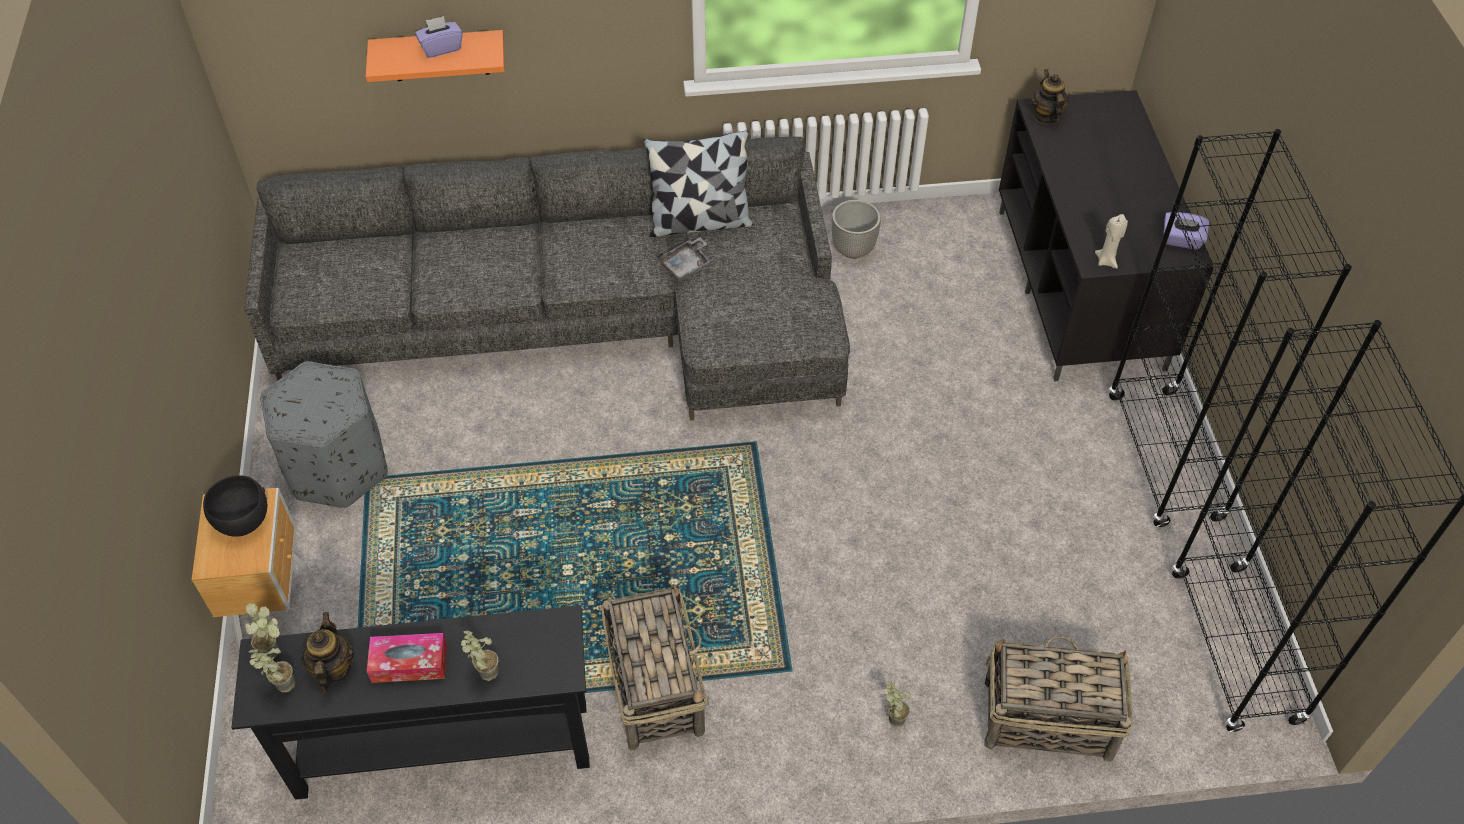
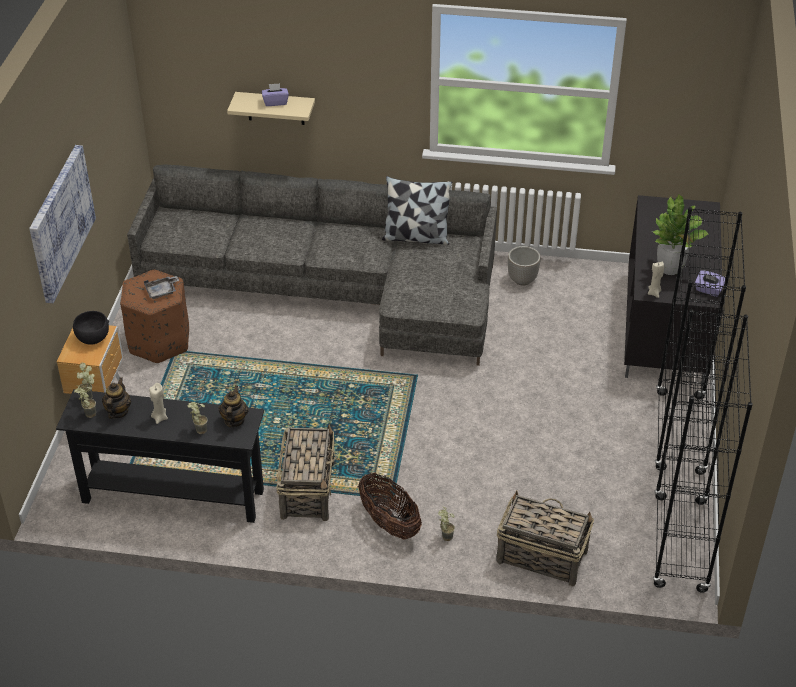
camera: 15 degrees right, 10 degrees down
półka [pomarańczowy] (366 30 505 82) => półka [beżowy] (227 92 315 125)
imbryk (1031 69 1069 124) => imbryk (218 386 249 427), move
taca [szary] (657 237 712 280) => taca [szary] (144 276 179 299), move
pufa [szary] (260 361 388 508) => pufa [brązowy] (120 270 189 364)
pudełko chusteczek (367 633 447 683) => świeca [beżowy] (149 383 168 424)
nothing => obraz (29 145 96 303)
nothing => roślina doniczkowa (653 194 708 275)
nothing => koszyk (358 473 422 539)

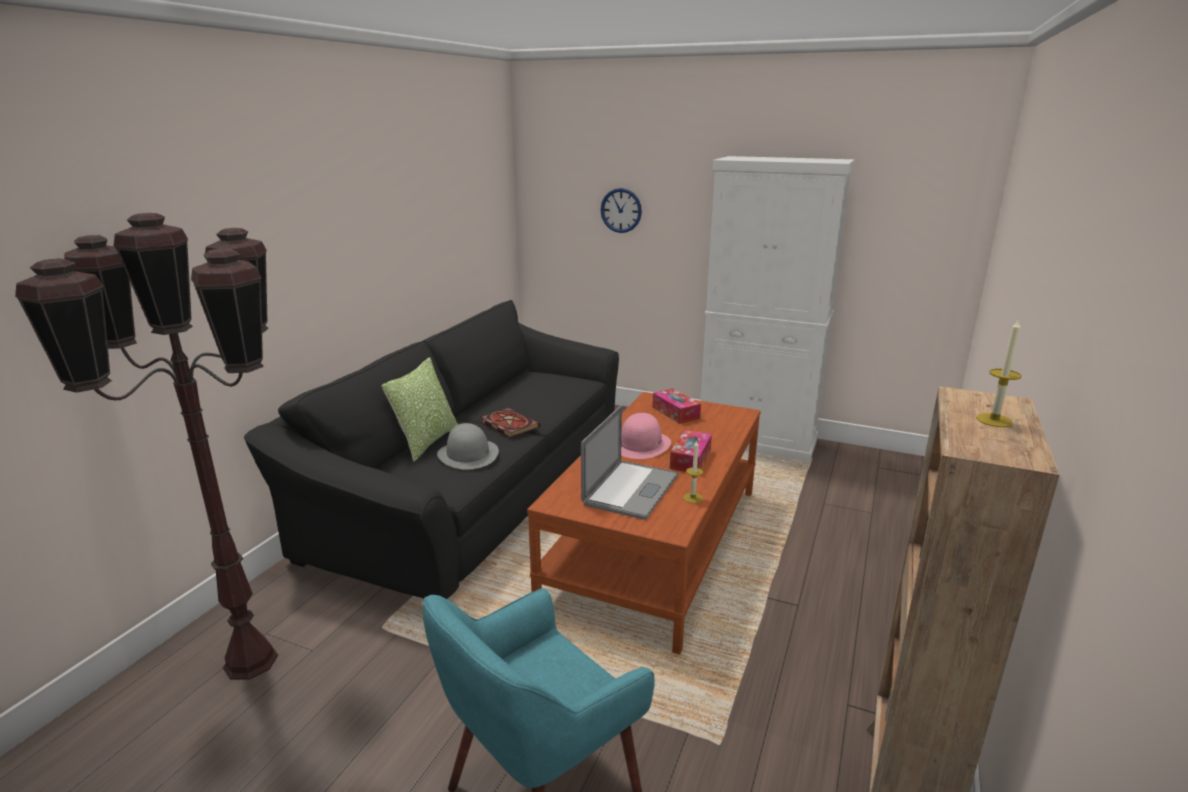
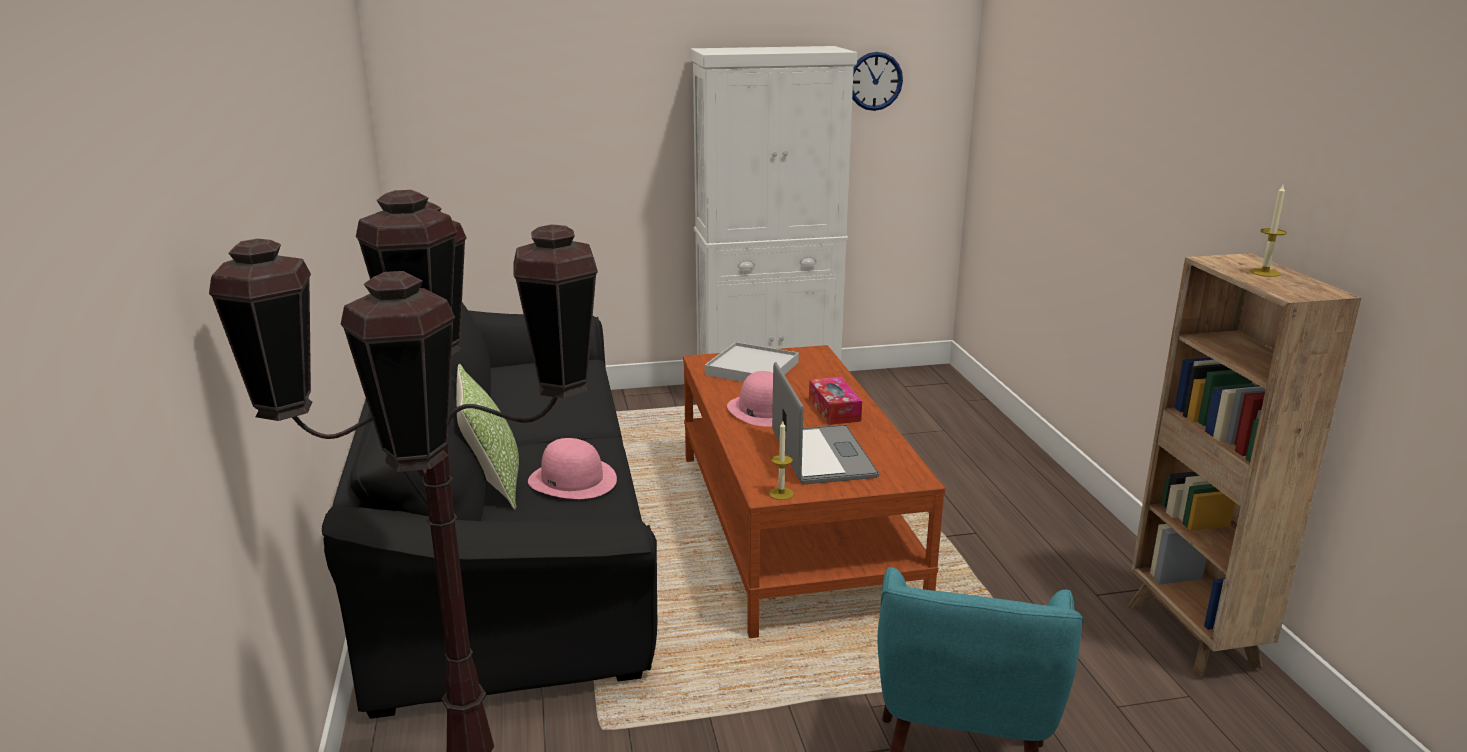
camera: 35 degrees left, 0 degrees up
zegar ścienny (601 188 642 233) => zegar ścienny (852 52 903 111), move
pudełko chusteczek (652 388 701 424) => taca [biały] (705 342 799 382)
książka (481 408 541 438) => nothing
kapelusz [szary] (437 423 499 470) => kapelusz [różowy] (528 438 617 499)
świeca (683 440 703 503) => świeca (769 421 794 500), move

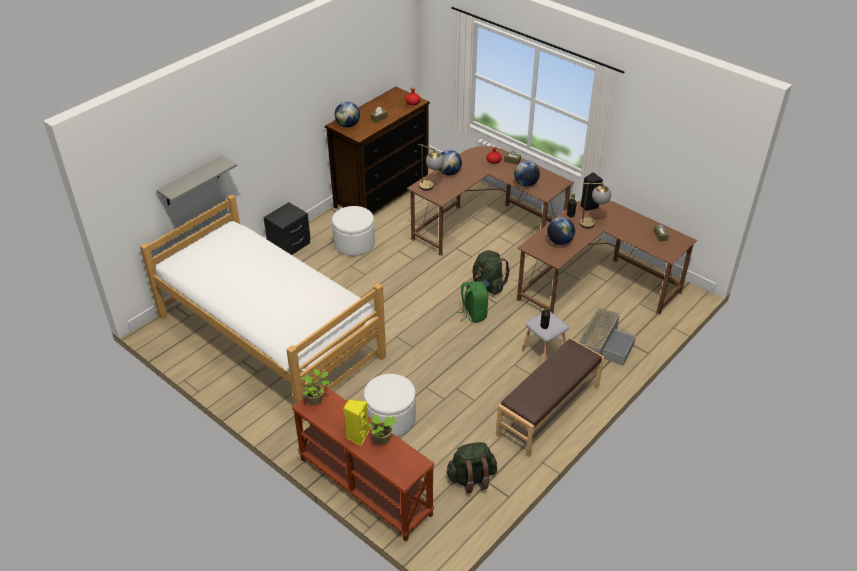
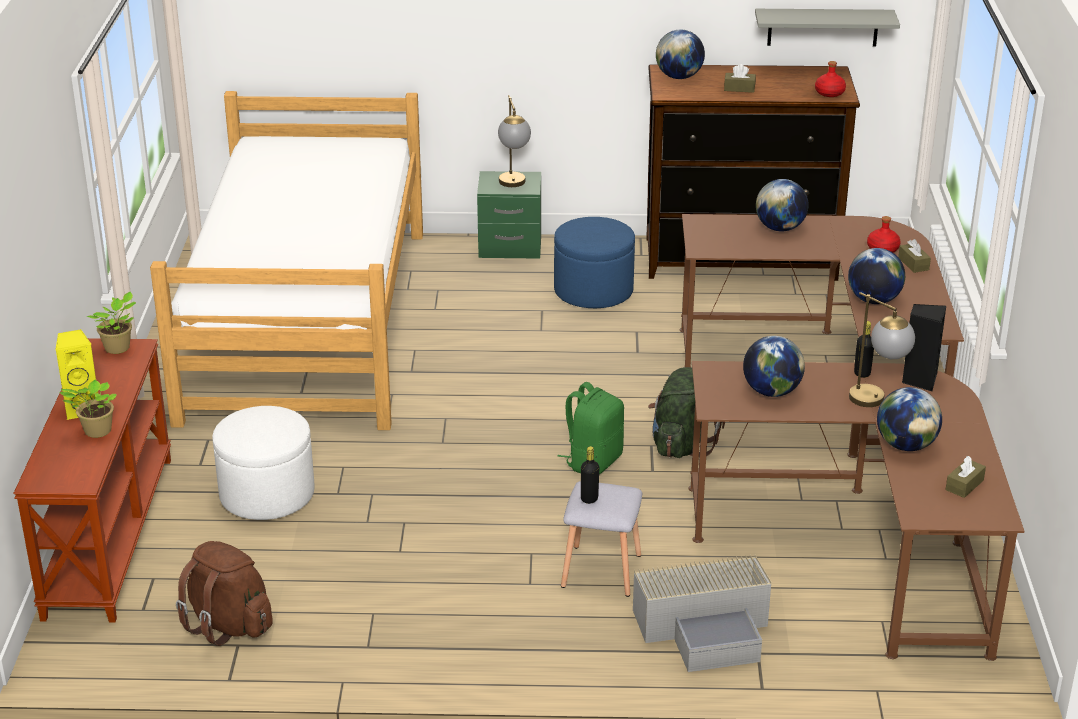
camera: 50 degrees right, 10 degrees down
lampa stołowa (418 144 444 191) => lampa stołowa (498 95 531 187), move
półka [szary] (157 156 237 205) => półka [szary] (755 9 900 47), move
szafka nocna [czarny] (264 202 311 255) => szafka nocna [zielony] (477 171 541 259)
pufa [biały] (332 206 375 256) => pufa [niebieski] (554 217 635 308)
ławka [brązowy] (496 338 604 457) => nothing
plecak [zielony] (446 442 497 493) => plecak [brązowy] (176 541 273 646)
nothing => globus (877 387 942 451)

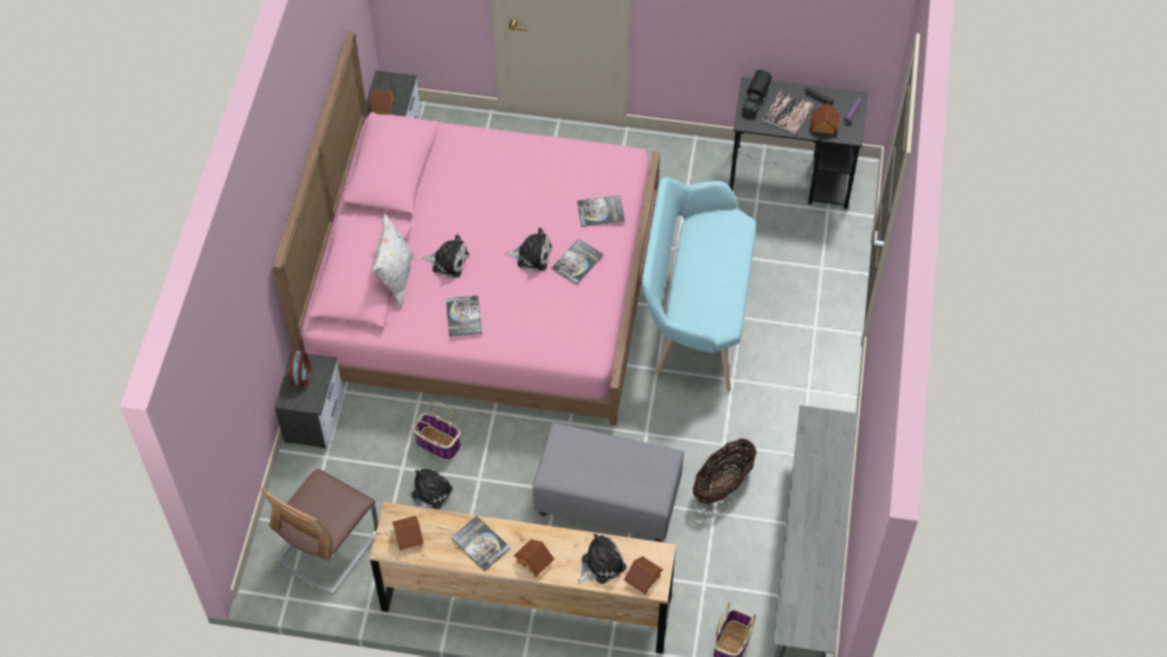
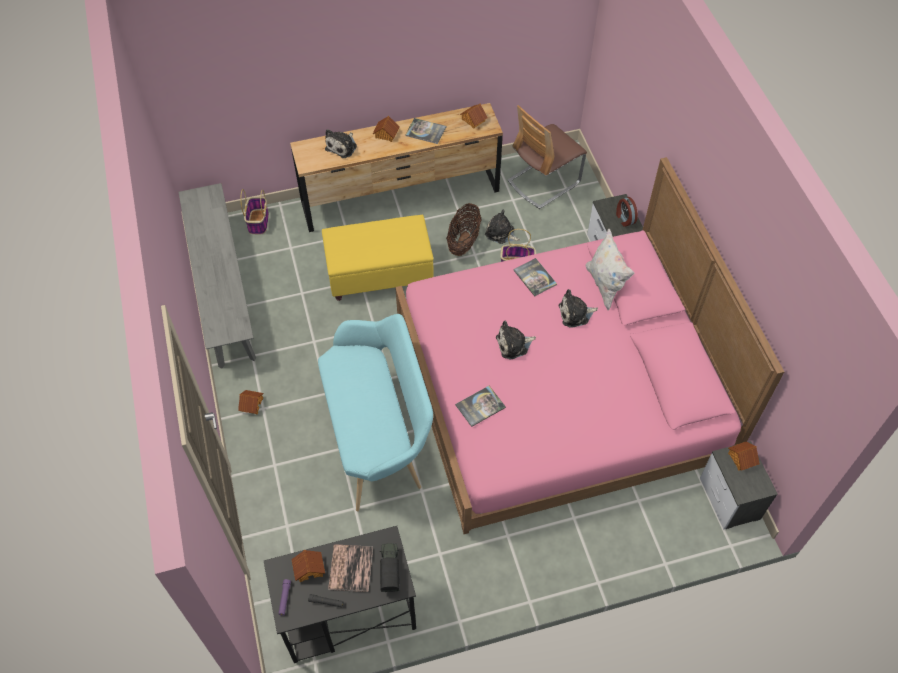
camera: 155 degrees right, 0 degrees up
książka (551 239 604 285) => nothing
pufa [szary] (532 422 684 542) => pufa [żółty] (322 215 434 301)
koszyk (693 439 756 504) => koszyk (446 203 482 256), move
pluszak (412 468 453 510) => pluszak (485 210 520 244), 120 degrees clockwise
krzesło (260 469 378 594) => krzesło (508 105 587 209), 135 degrees counterclockwise
domek (624 556 663 595) => domek (238 390 263 414), move

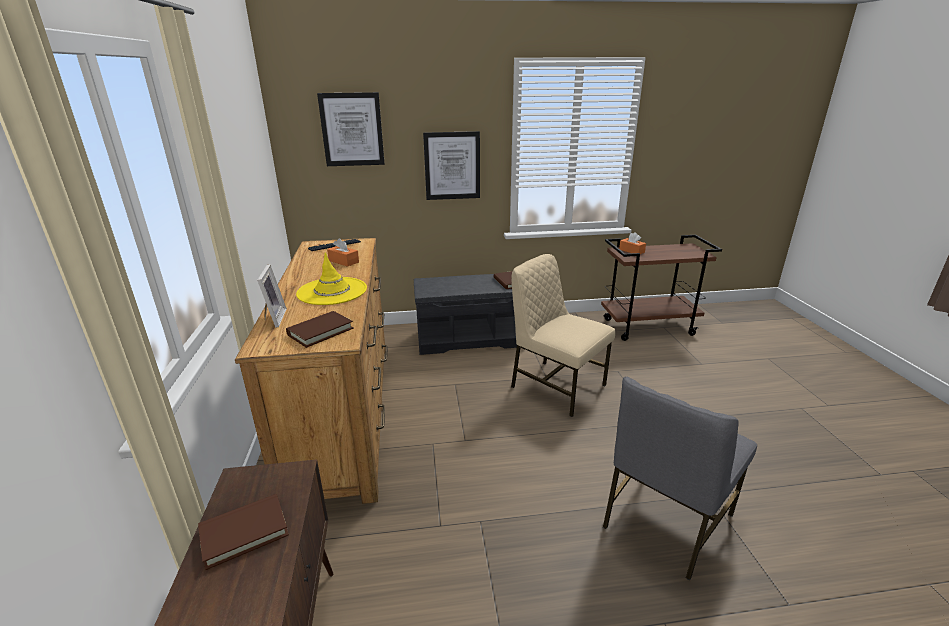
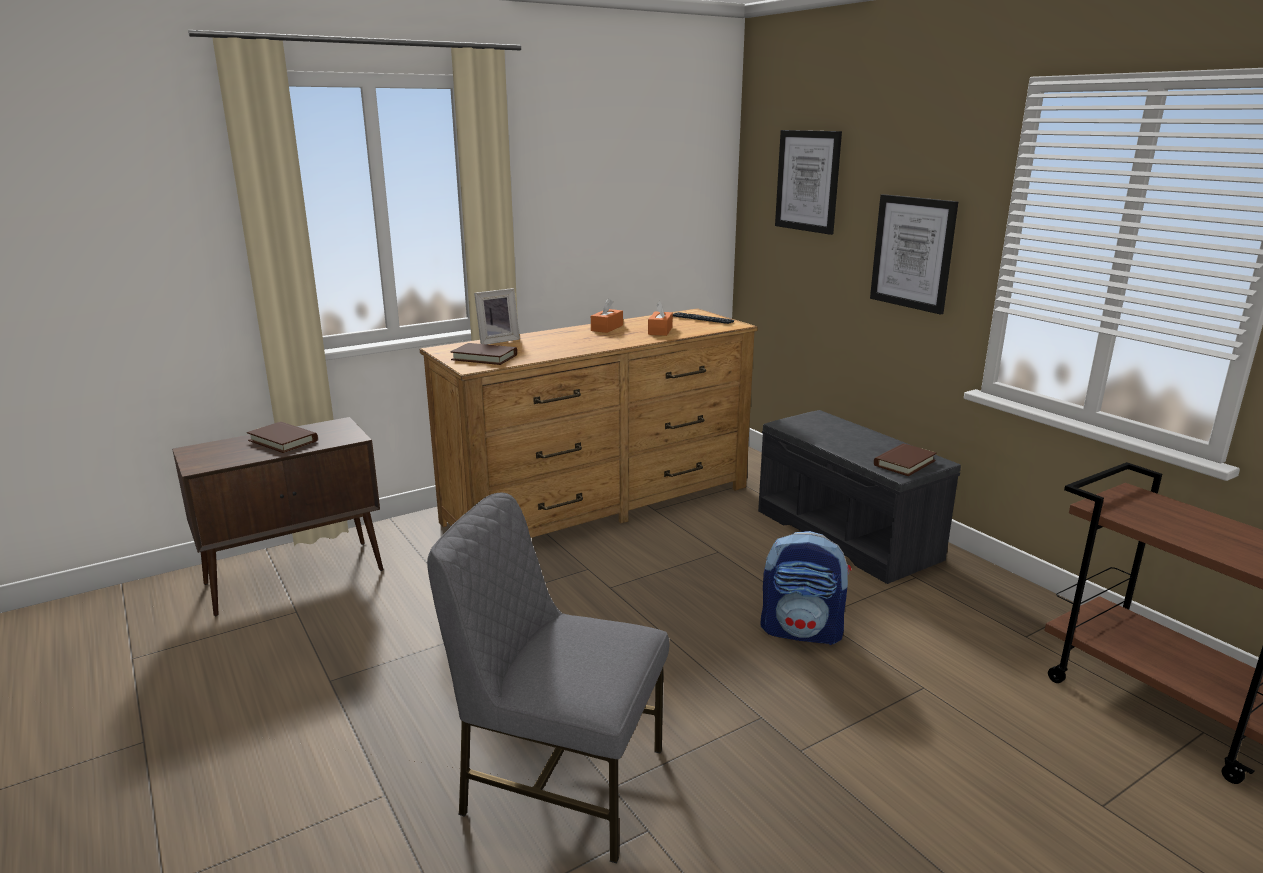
camera: 65 degrees right, 5 degrees down
pudełko chusteczek [pomarańczowy] (619 232 646 254) => pudełko chusteczek [pomarańczowy] (591 298 623 333), move
kapelusz [żółty] (296 253 367 305) => nothing
krzesło [beżowy] (511 254 616 417) => plecak (760 531 851 645)

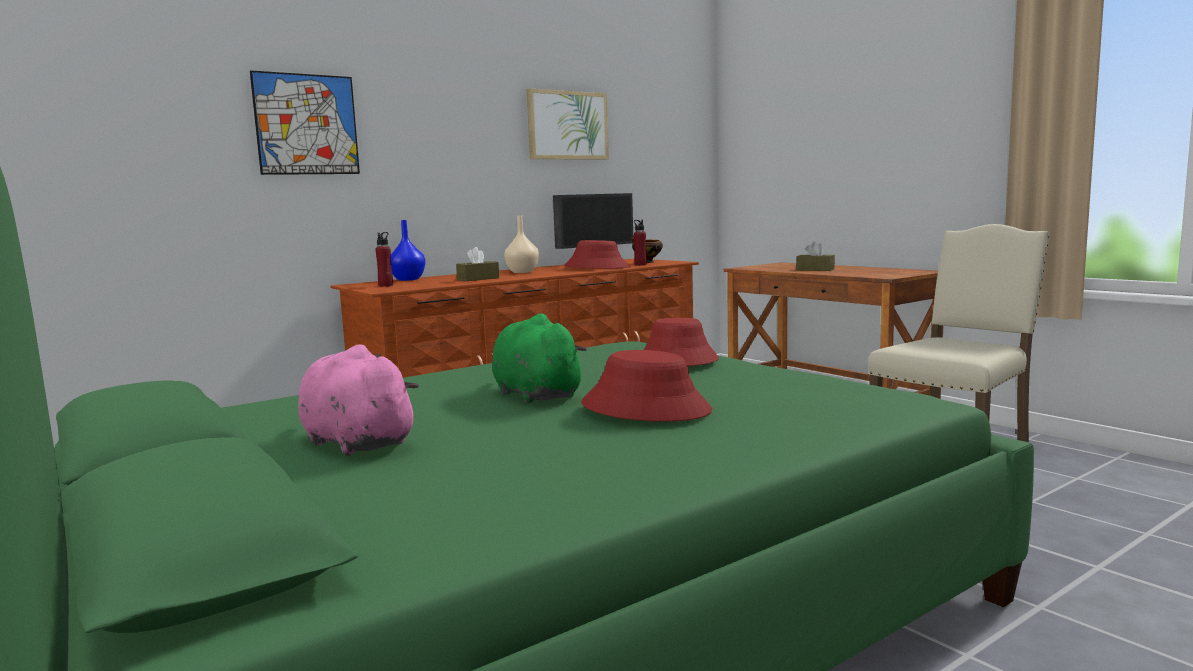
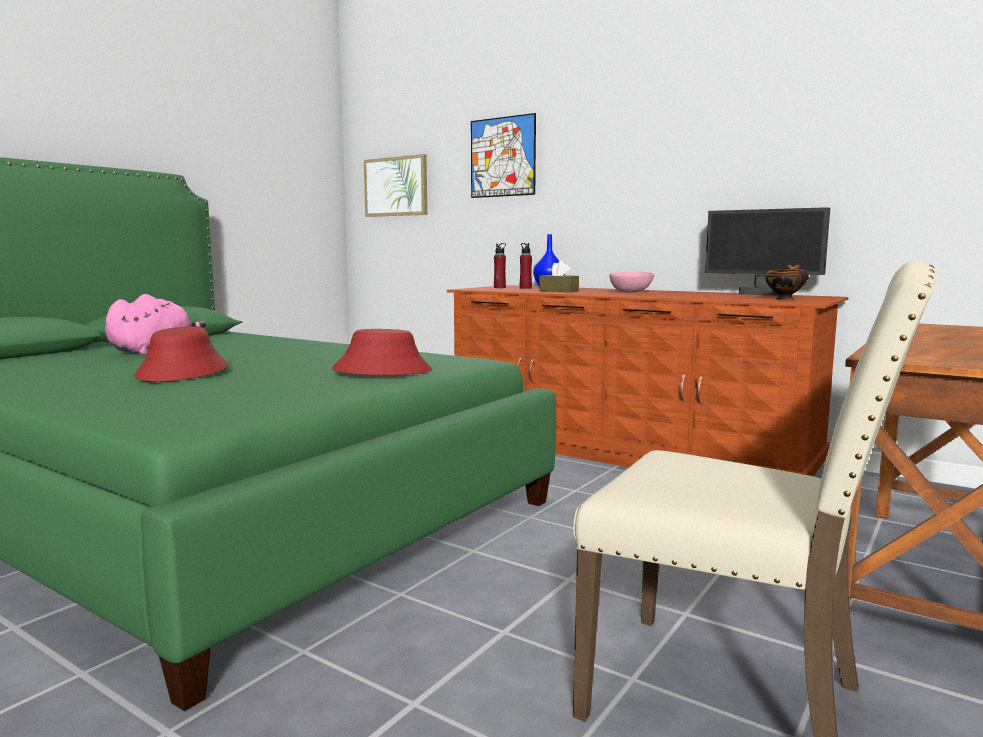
camera: 70 degrees right, 0 degrees up
obraz (527 88 609 160) => obraz (364 154 427 217), move
wazon [beżowy] (504 215 539 273) => miska [różowy] (610 272 654 292)
butelka [czerwony] (634 220 647 266) => butelka [czerwony] (520 243 532 289), move
kapelusz [czerwony] (564 240 630 269) => nothing
pudełko chusteczek [brązowy] (796 241 835 271) => nothing
pluszak [zielony] (492 313 587 403) => nothing

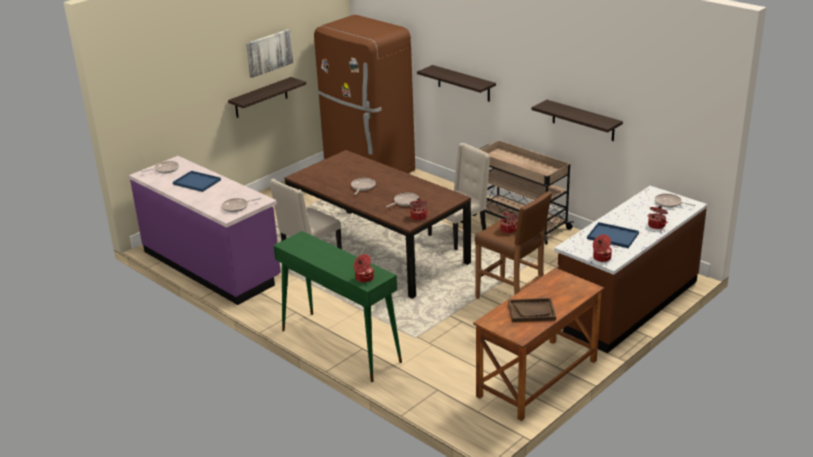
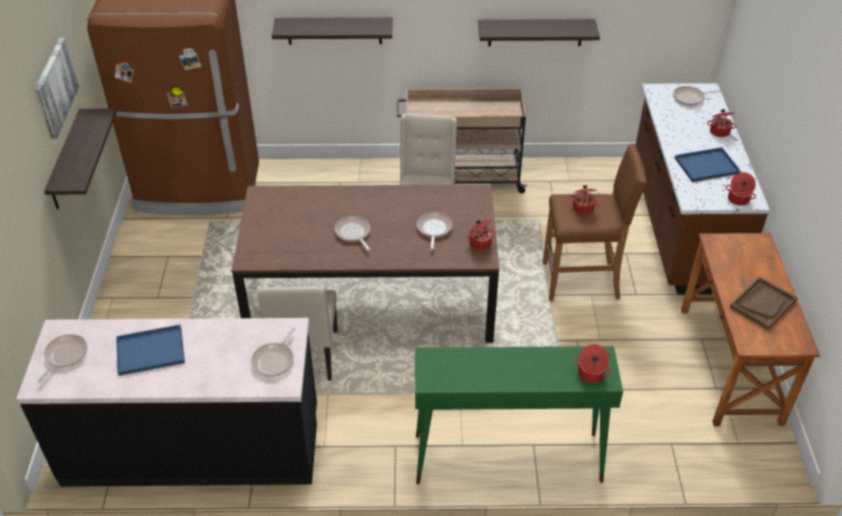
camera: 45 degrees left, 15 degrees up
zabudowa kuchenna [fioletowy] (129 156 281 305) => zabudowa kuchenna [czarny] (16 318 317 487)

